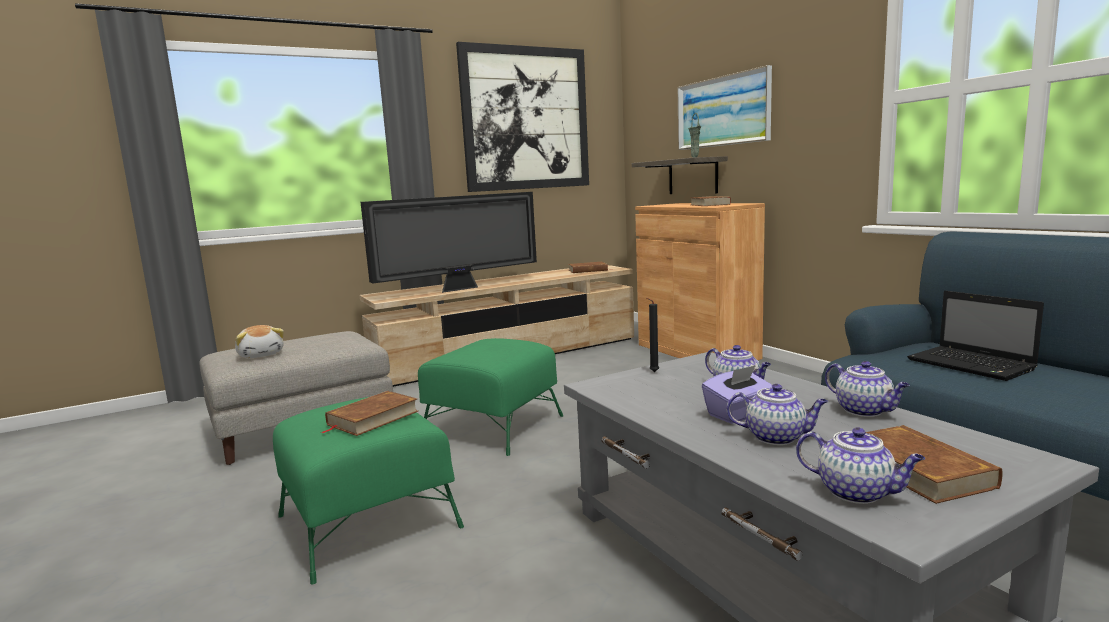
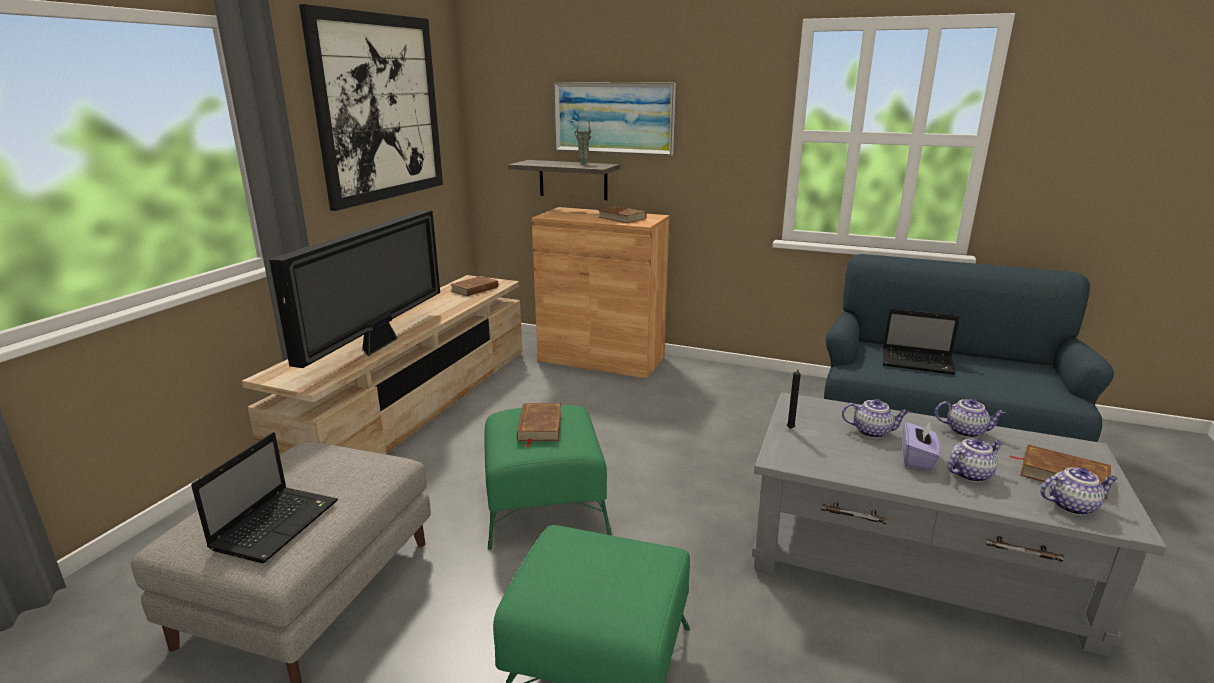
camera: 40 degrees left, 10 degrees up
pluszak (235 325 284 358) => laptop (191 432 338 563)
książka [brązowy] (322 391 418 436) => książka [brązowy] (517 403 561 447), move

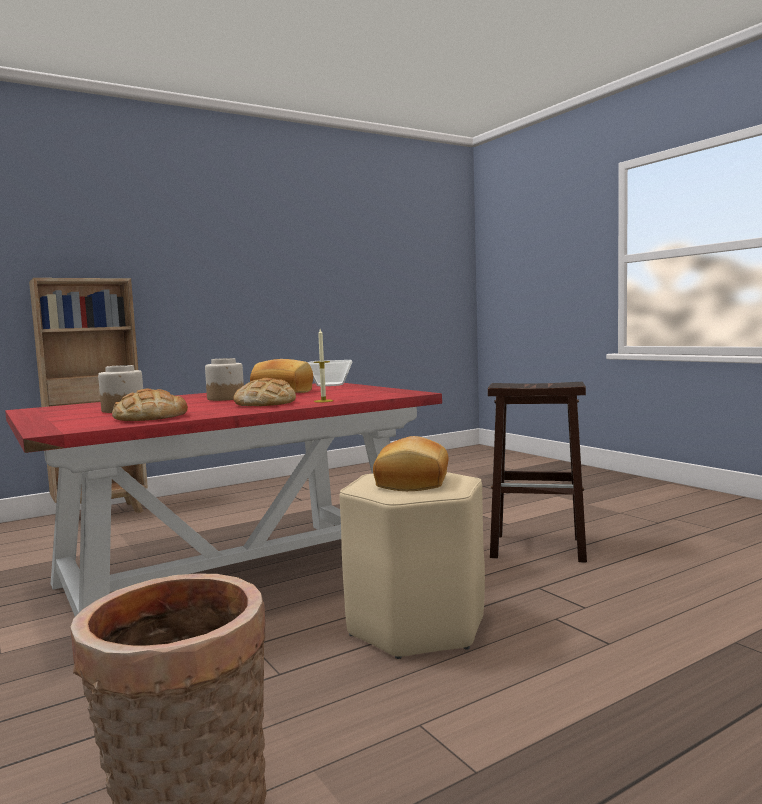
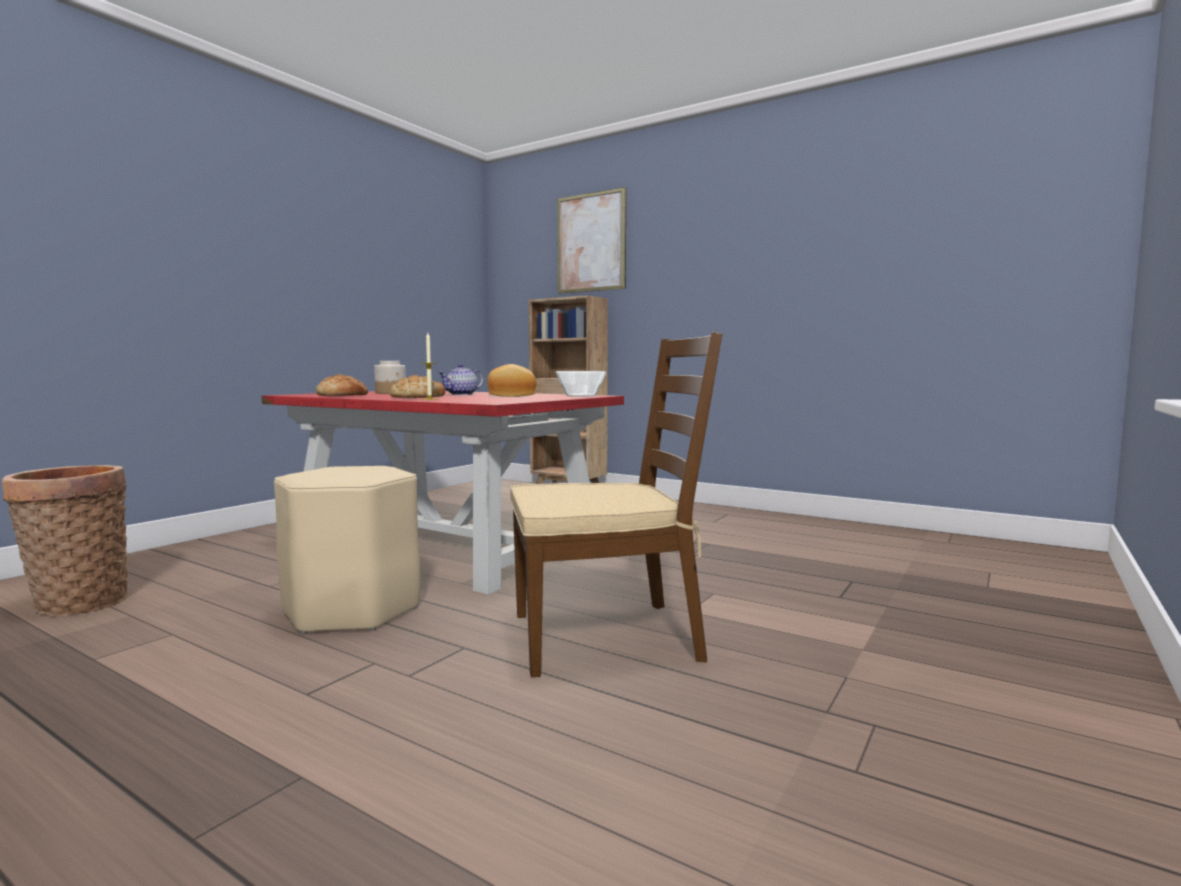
camera: 65 degrees right, 0 degrees up
słoik (205 358 244 401) => imbryk (438 364 484 395)
stołek [brązowy] (488 382 587 563) => krzesło [brązowy] (510 332 722 677)
chleb (373 436 448 491) => nothing
nothing => obraz (557 187 626 294)

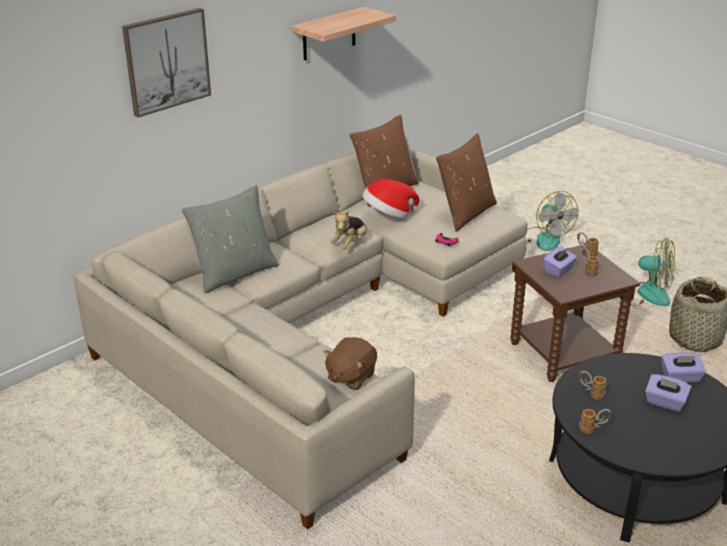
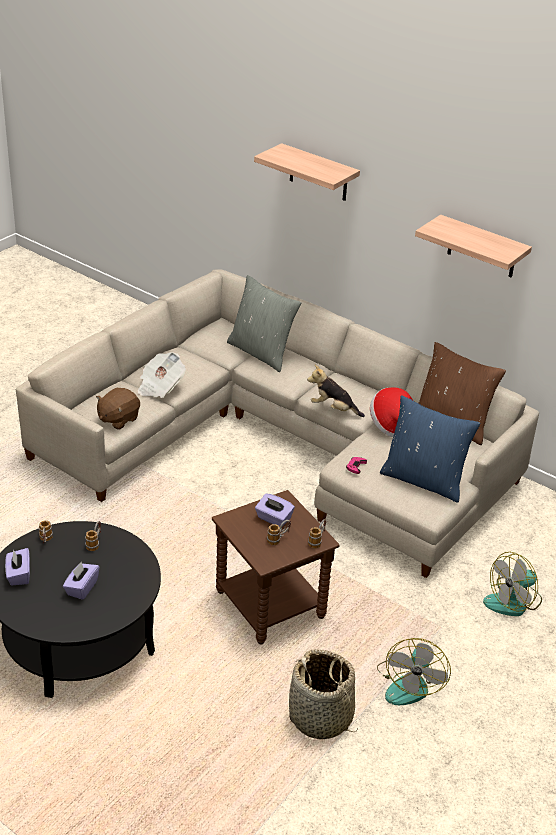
camera: 80 degrees right, 5 degrees up
obraz (122 8 211 118) => półka (254 143 360 201)
poduszka [brązowy] (436 133 497 232) => poduszka [niebieski] (380 395 480 503)
pluszak [brązowy] (323 337 377 390) => pluszak [brązowy] (96 388 140 430), 75 degrees counterclockwise
pudełko chusteczek [fioletowy] (661 352 706 383) => pudełko chusteczek [fioletowy] (5 548 30 585), move
nothing => gazeta (137 352 186 398)

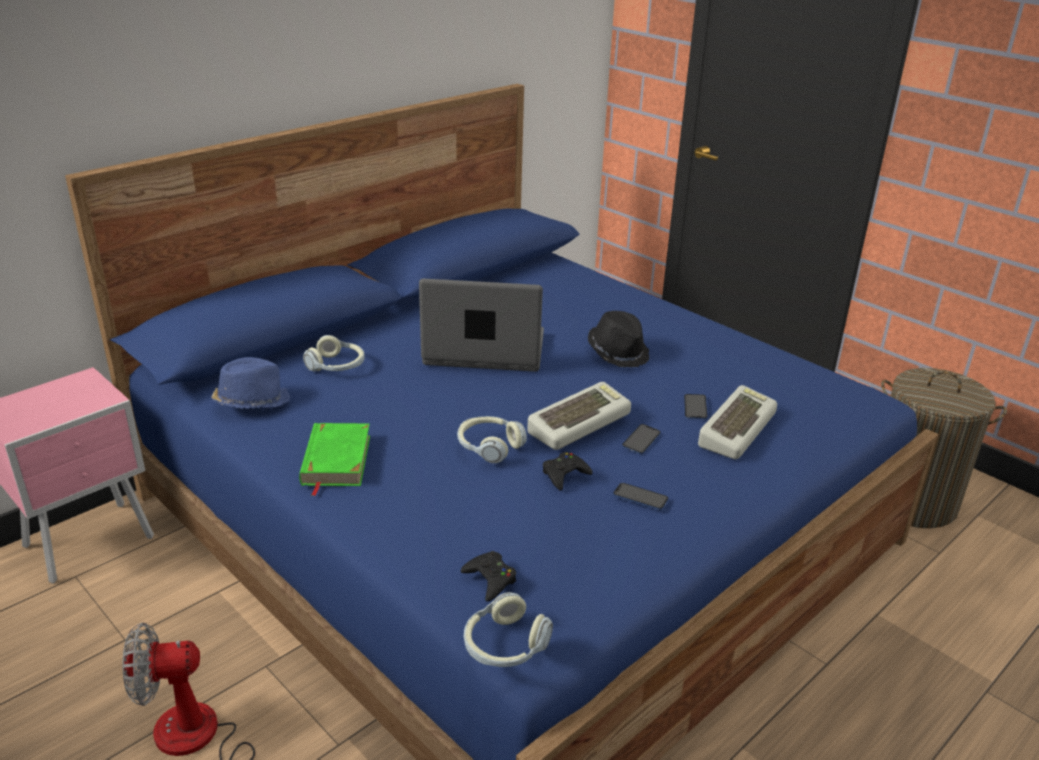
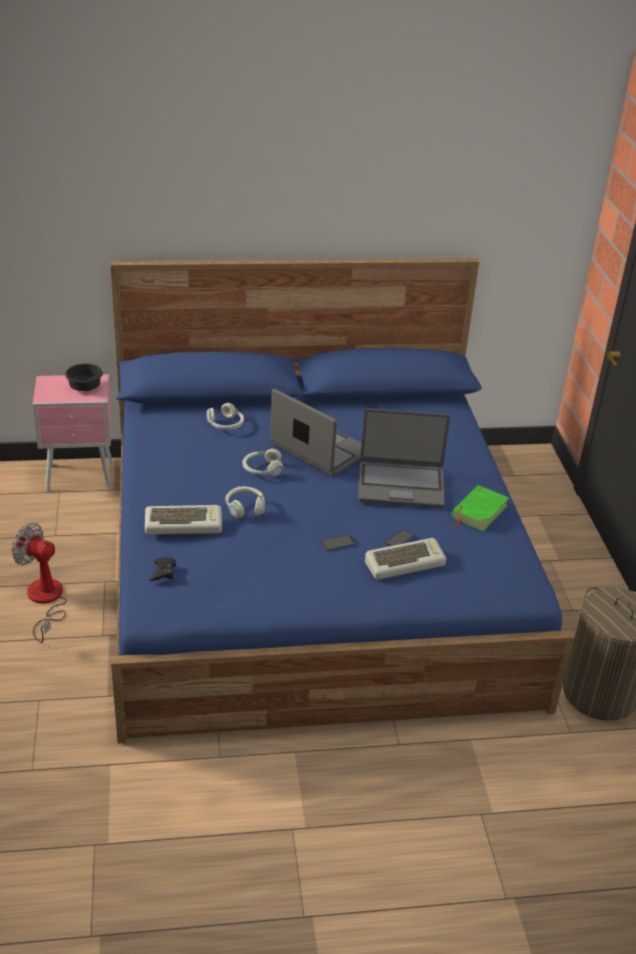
camera: 35 degrees right, 5 degrees up
kapelusz [czarny] (588 311 649 367) => laptop (358 408 450 508)
kapelusz [niebieski] (211 357 290 409) => nothing
klawiatura (527 382 631 450) => klawiatura (145 505 222 535), move
książka [zielony] (299 423 370 496) => książka [zielony] (451 485 509 531), move
pad do gier [czarny] (543 452 593 491) => nothing
telefon (613 483 669 510) => nothing
słuchawki (464 592 553 667) => słuchawki (243 448 284 477), move
nothing => miska [czarny] (65 364 103 391)

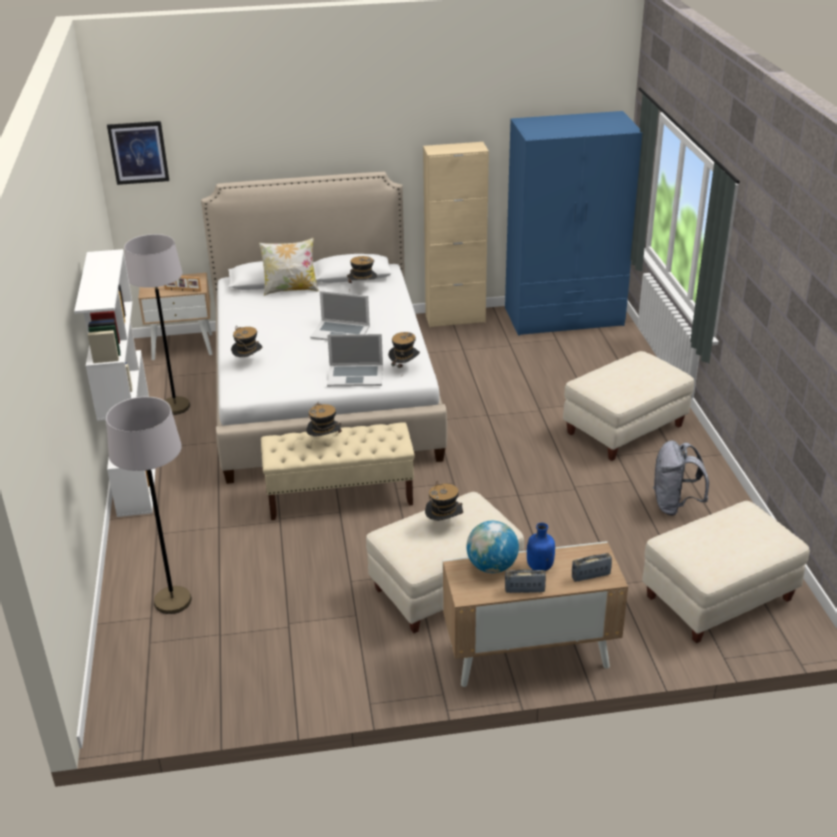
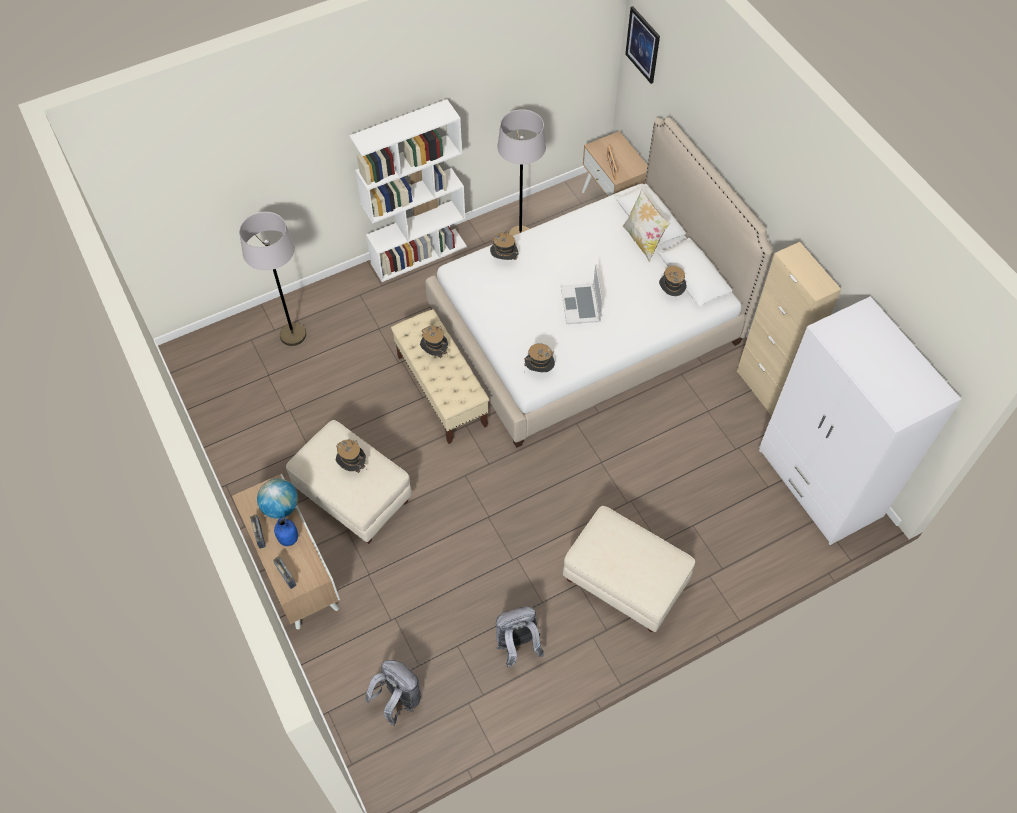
camera: 70 degrees right, 25 degrees up
szafa [niebieski] (505 111 642 336) => szafa [biały] (759 296 961 545)
laptop (327 334 383 387) => nothing
pufa [beżowy] (642 501 810 643) => plecak [szary] (365 660 421 726)

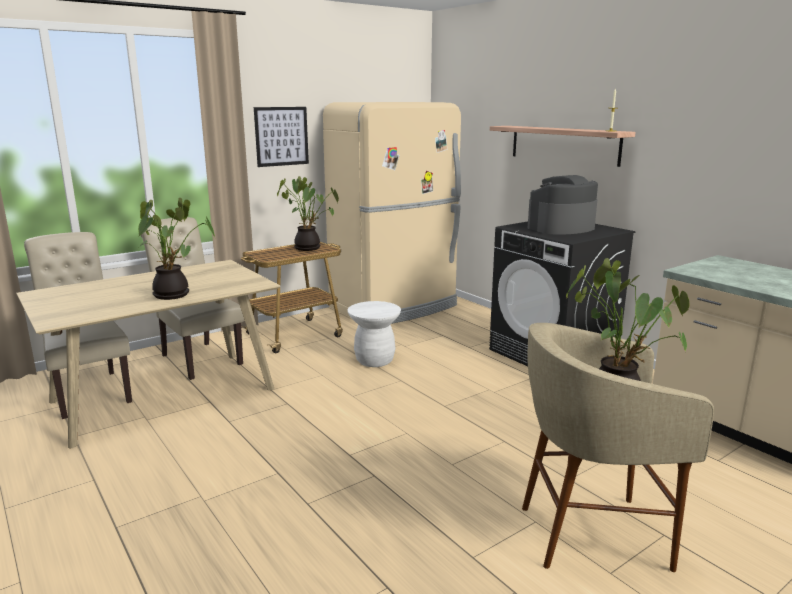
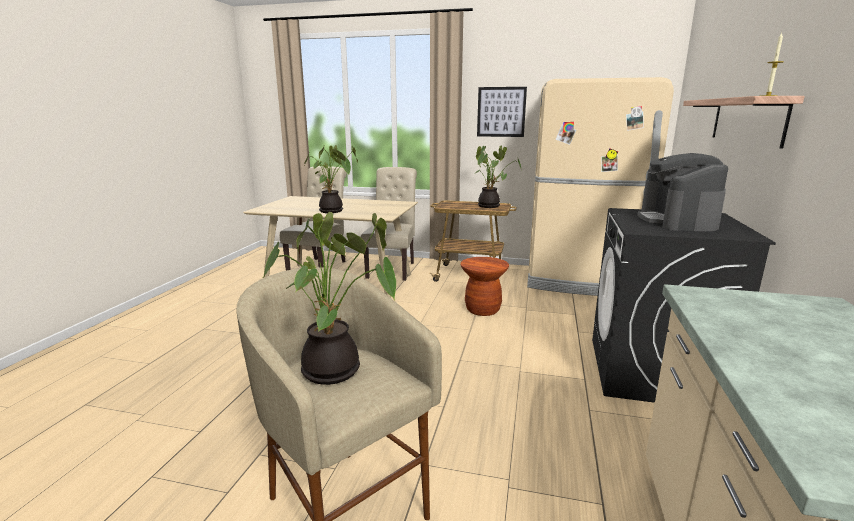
camera: 50 degrees right, 0 degrees up
ekspres do kawy (528 175 598 235) => ekspres do kawy (637 153 728 231), 105 degrees counterclockwise
stołek [biały] (347 301 401 367) => stołek [brązowy] (460 257 509 316)

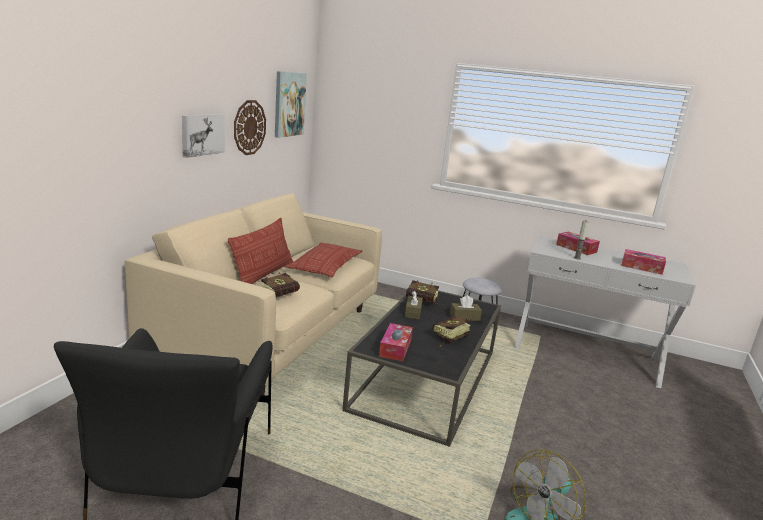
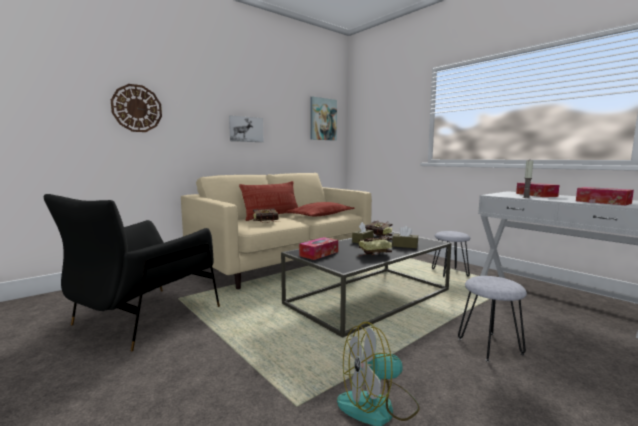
camera: 30 degrees right, 10 degrees down
zegar ścienny (234 100 266 155) => zegar ścienny (111 84 162 132), move
nothing => stołek [szary] (458 276 527 362)

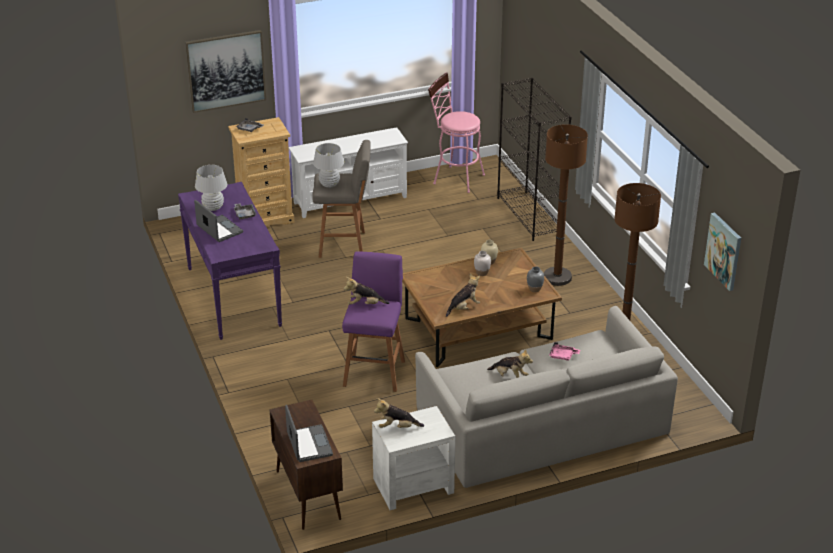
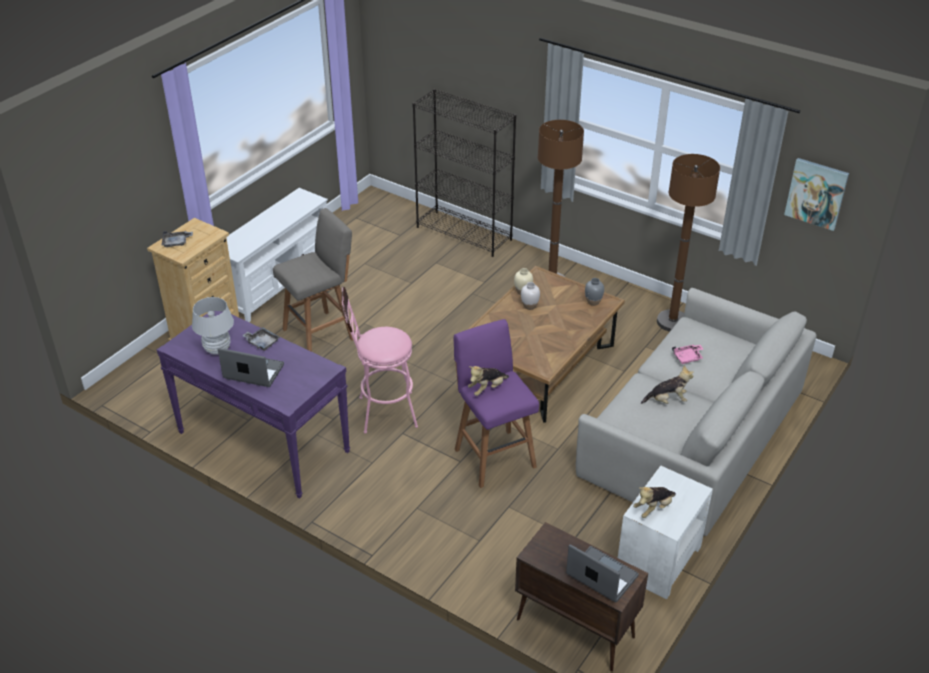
camera: 35 degrees left, 5 degrees up
obraz (185 30 266 113) => nothing
stołek [różowy] (428 72 485 193) => stołek [różowy] (341 287 418 434), move
lampa stołowa [biały] (313 143 344 188) => nothing
pluszak (446 274 480 317) => nothing

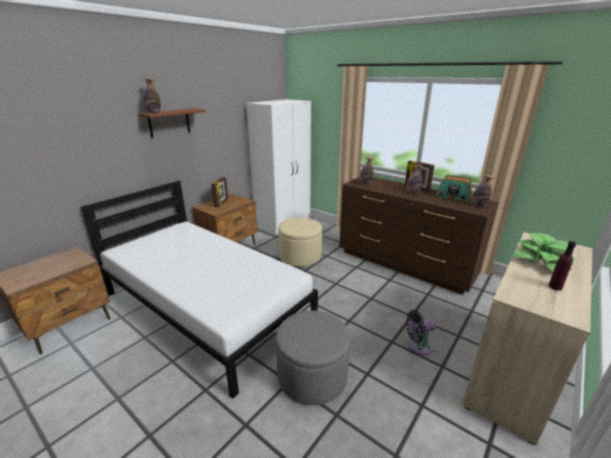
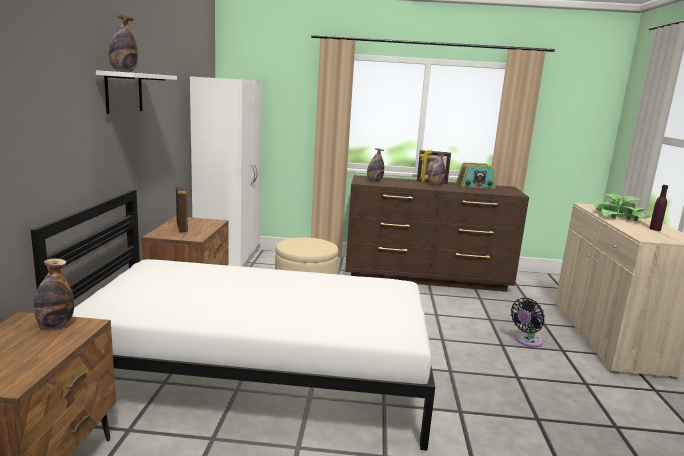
camera: 35 degrees left, 10 degrees down
półka [brązowy] (138 108 206 138) => półka [biały] (96 70 177 114)
butelka (472 175 494 207) => butelka (34 258 74 328), move
pufa [szary] (276 310 350 405) => nothing

